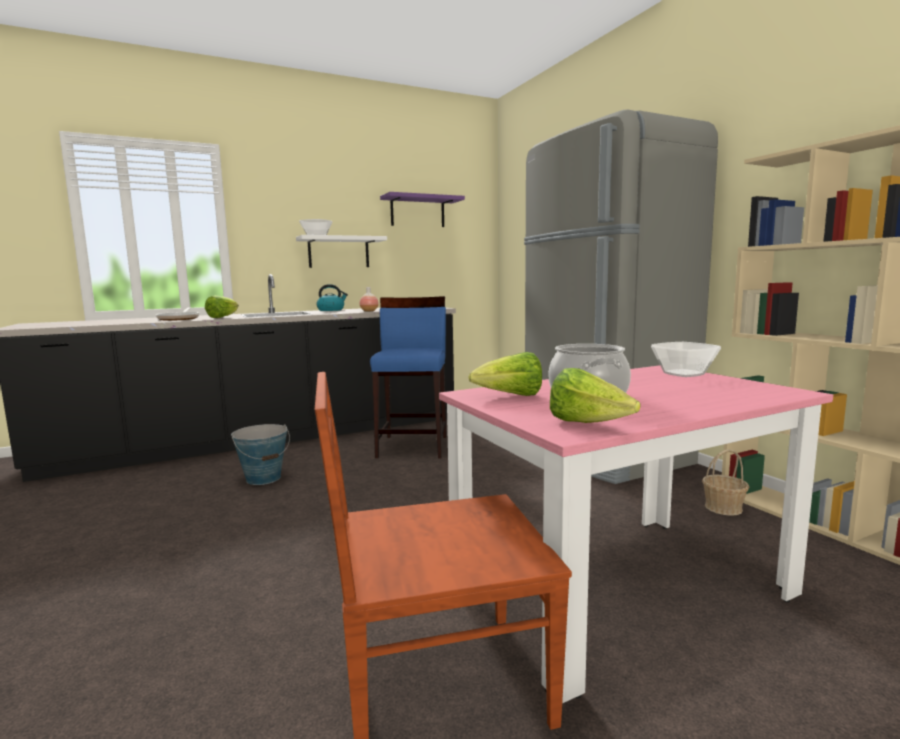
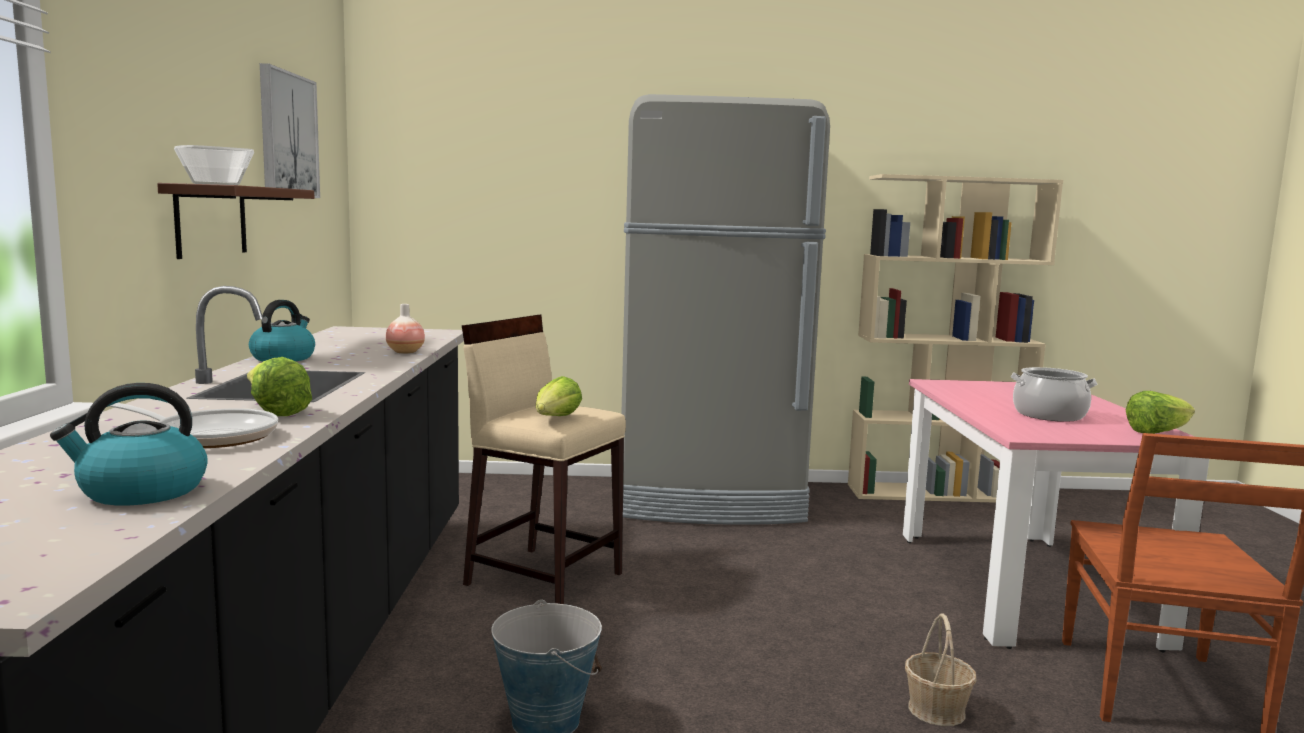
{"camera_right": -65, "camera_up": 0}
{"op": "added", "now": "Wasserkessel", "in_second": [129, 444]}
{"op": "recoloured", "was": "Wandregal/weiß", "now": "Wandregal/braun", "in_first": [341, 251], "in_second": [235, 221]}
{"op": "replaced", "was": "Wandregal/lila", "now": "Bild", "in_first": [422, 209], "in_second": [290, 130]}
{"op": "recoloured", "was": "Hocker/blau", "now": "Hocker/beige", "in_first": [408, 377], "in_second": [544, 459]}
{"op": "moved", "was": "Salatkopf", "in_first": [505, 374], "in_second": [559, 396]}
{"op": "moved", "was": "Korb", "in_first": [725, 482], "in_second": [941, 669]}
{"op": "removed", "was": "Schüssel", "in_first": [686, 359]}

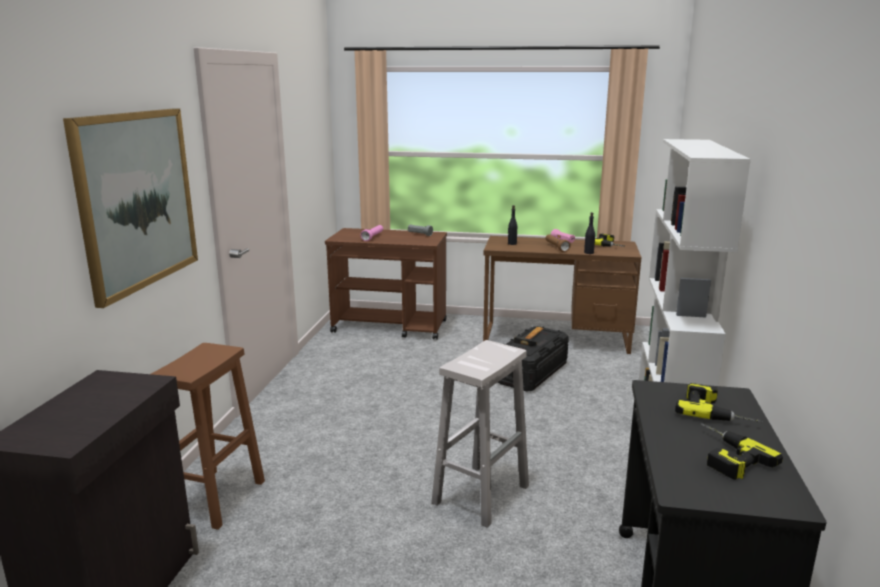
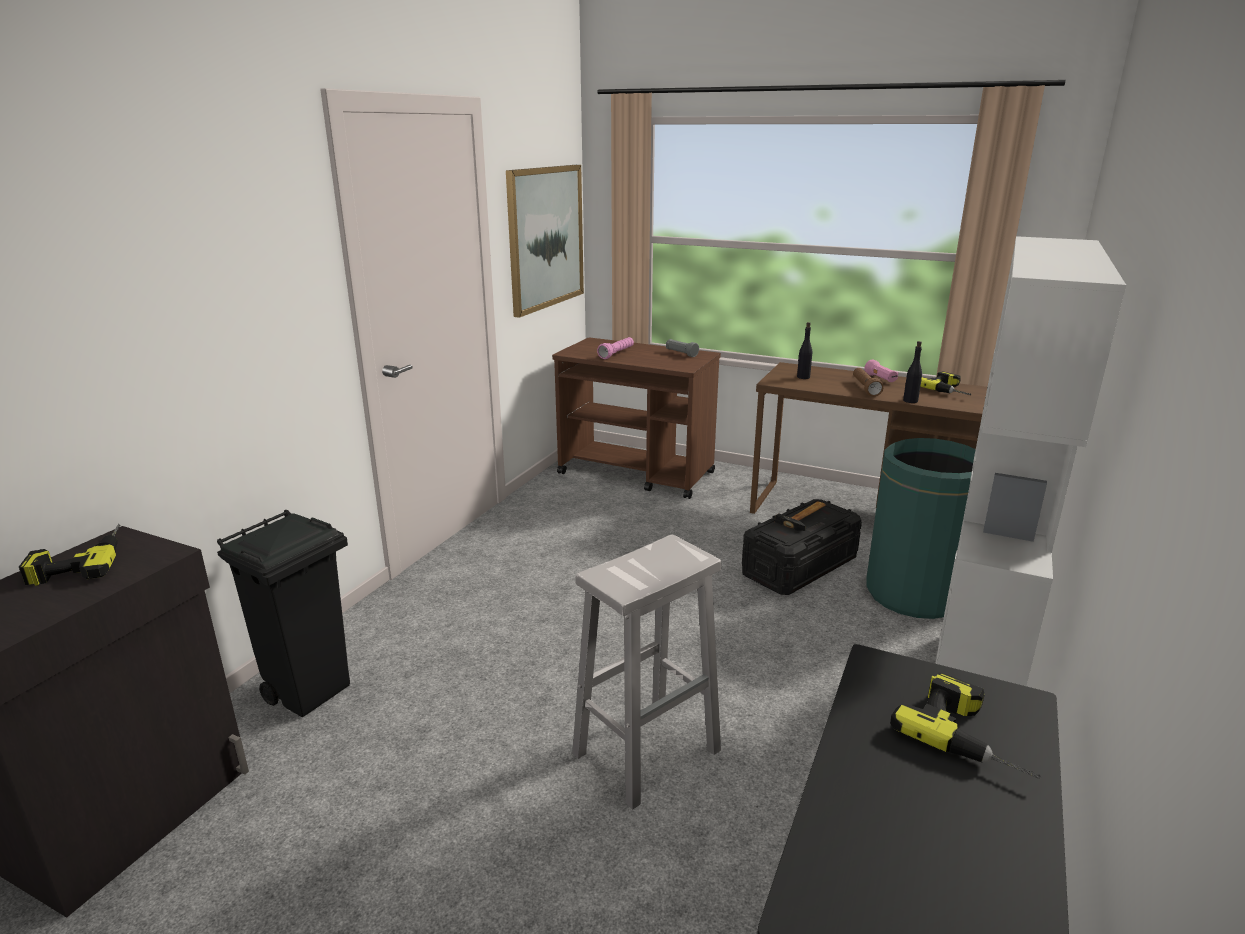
{"camera_right": 15, "camera_up": 5}
{"op": "moved", "was": "Bohrmaschine", "in_first": [742, 451], "in_second": [69, 555]}
{"op": "replaced", "was": "Hocker/braun", "now": "Mülleimer/schwarz", "in_first": [208, 436], "in_second": [283, 613]}
{"op": "moved", "was": "Bild", "in_first": [130, 208], "in_second": [545, 241]}
{"op": "added", "now": "Mülleimer/grün", "in_second": [921, 528]}

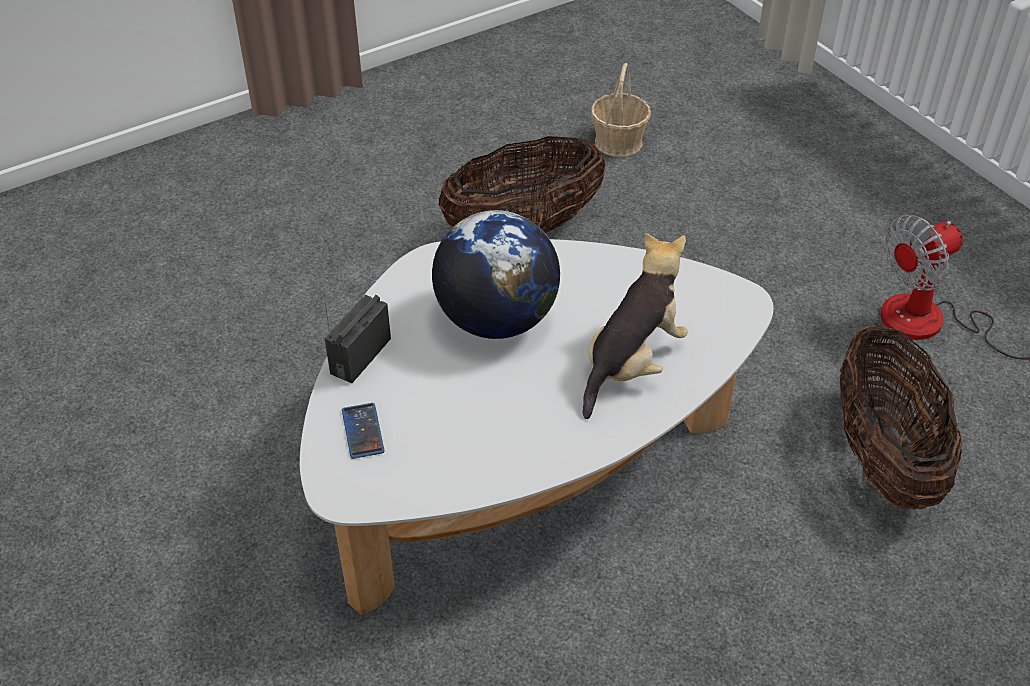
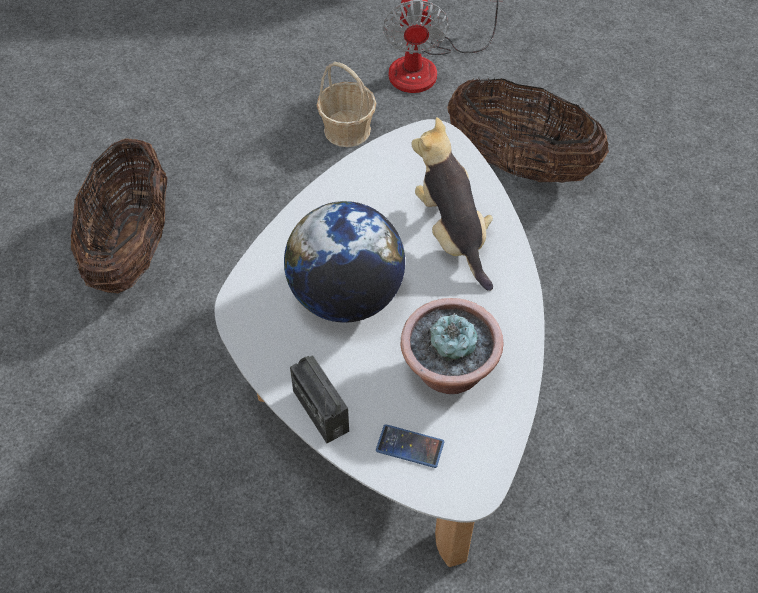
{"camera_right": -60, "camera_up": 10}
{"op": "moved", "was": "Korb", "in_first": [621, 110], "in_second": [346, 104]}
{"op": "added", "now": "Topfpflanze", "in_second": [452, 346]}

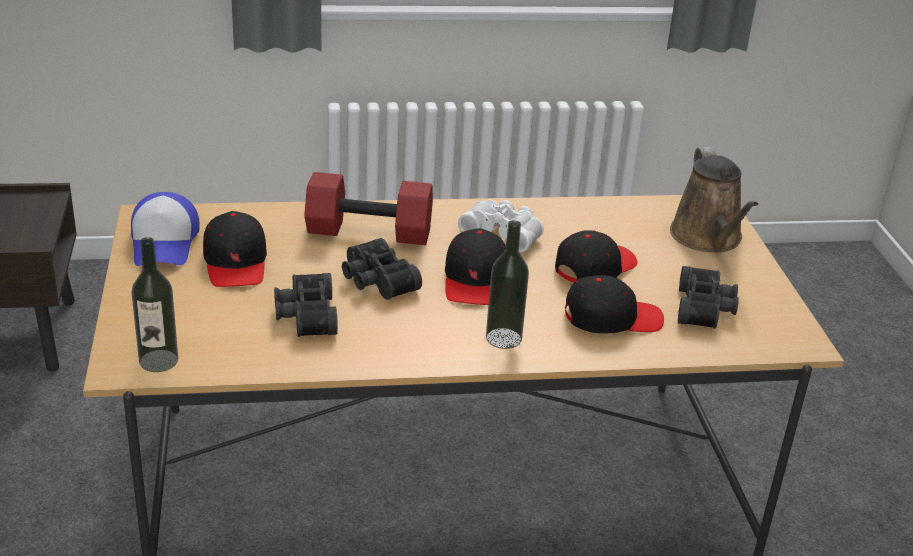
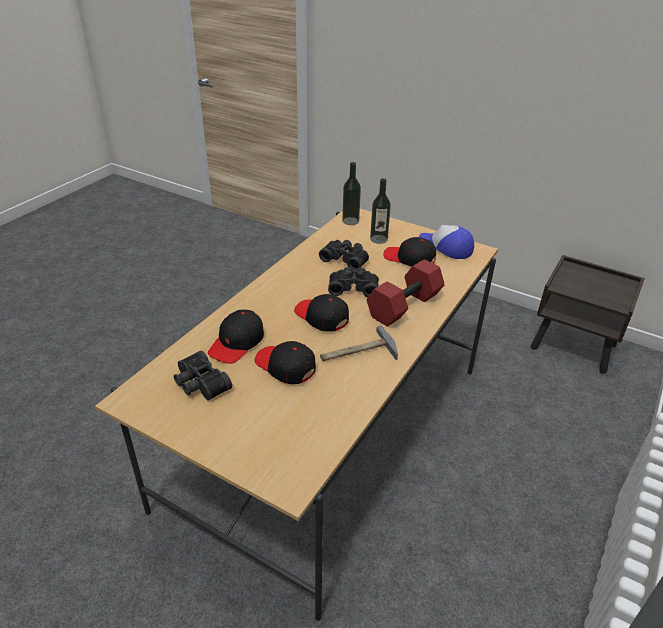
{"camera_right": 130, "camera_up": 5}
{"op": "turned", "was": "Kappe/schwarz", "in_first": [596, 256], "in_second": [285, 362], "clockwise": 135}
{"op": "replaced", "was": "Fernglas/weiß", "now": "Hammer", "in_first": [501, 226], "in_second": [359, 343]}
{"op": "moved", "was": "Flasche", "in_first": [507, 284], "in_second": [380, 211]}
{"op": "removed", "was": "Gießkanne/braun", "in_first": [714, 199]}

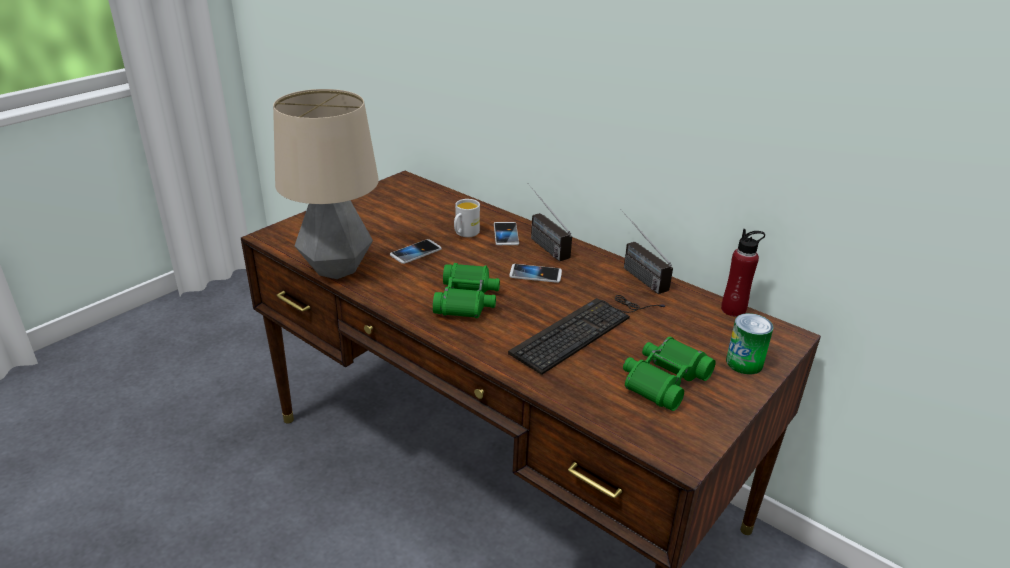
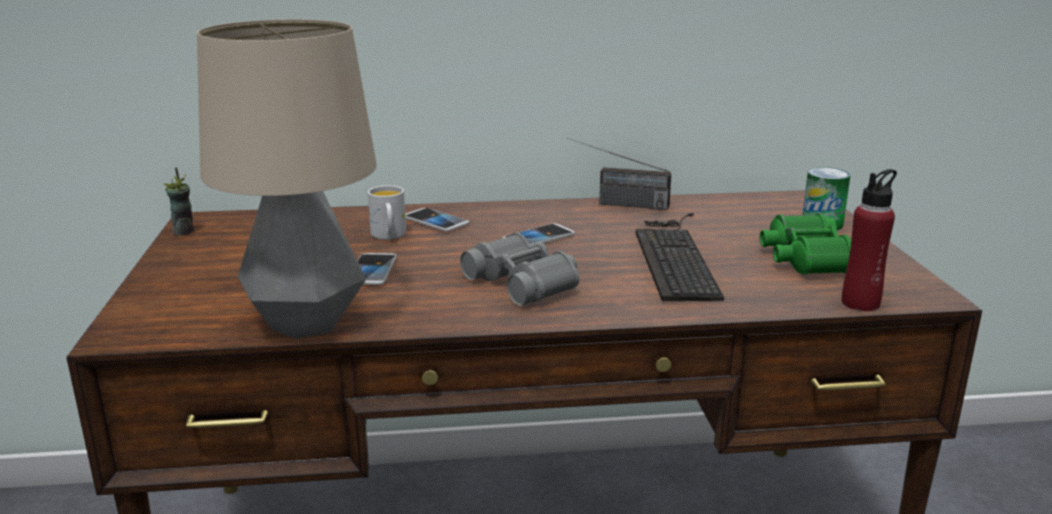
{"camera_right": -45, "camera_up": -10}
{"op": "added", "now": "Tasse", "in_second": [179, 201]}
{"op": "recoloured", "was": "Fernglas/grün", "now": "Fernglas/grau", "in_first": [466, 290], "in_second": [519, 269]}
{"op": "moved", "was": "Flasche/rot", "in_first": [743, 273], "in_second": [869, 240]}
{"op": "removed", "was": "Radio", "in_first": [549, 222]}

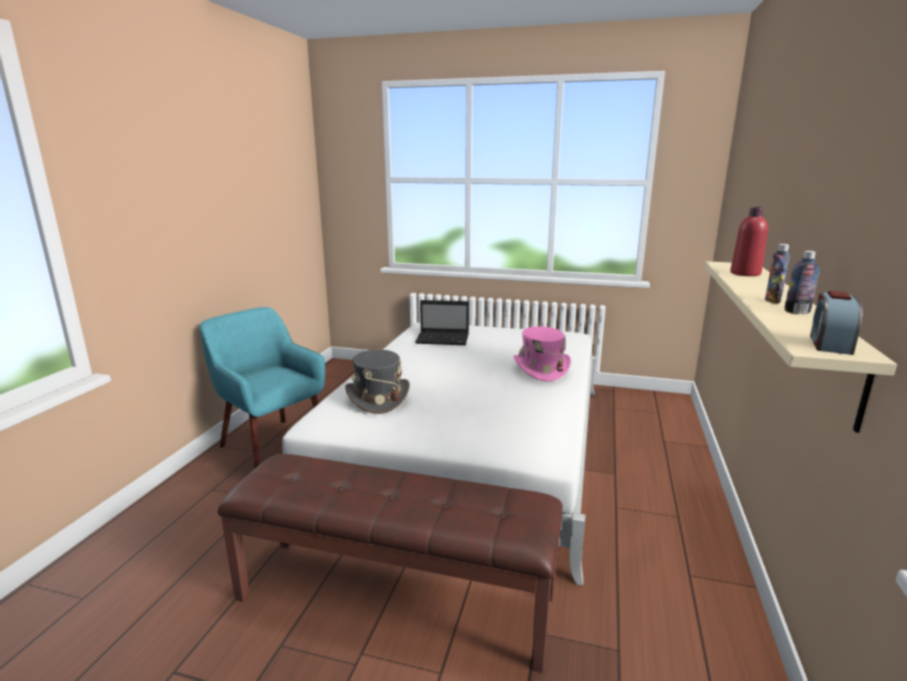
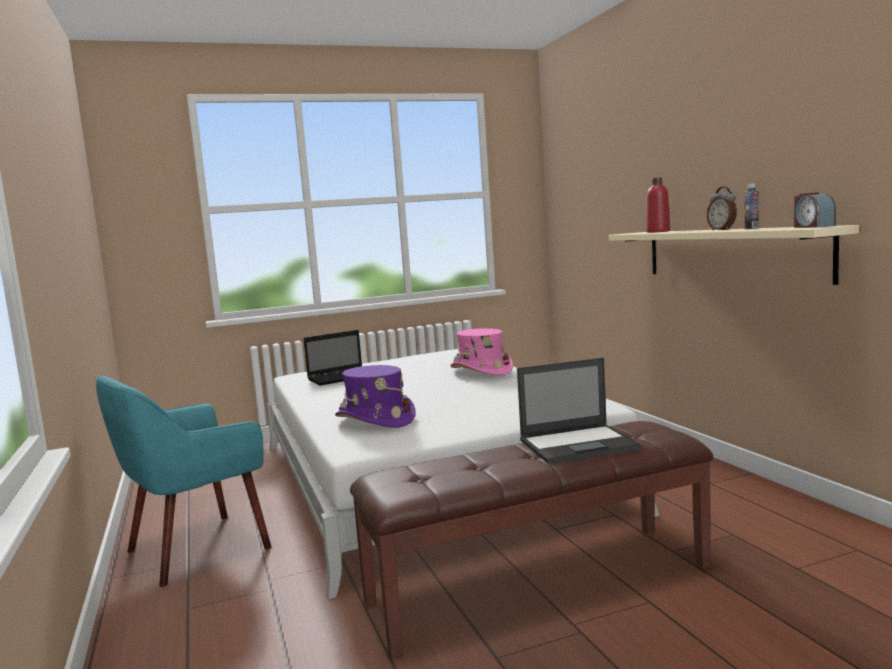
{"camera_right": -35, "camera_up": -10}
{"op": "turned", "was": "Sessel/türkis", "in_first": [262, 387], "in_second": [183, 481], "clockwise": -45}
{"op": "recoloured", "was": "Hut/grau", "now": "Hut/lila", "in_first": [377, 381], "in_second": [375, 396]}
{"op": "added", "now": "Laptop", "in_second": [579, 410]}
{"op": "replaced", "was": "Flasche", "now": "Wecker", "in_first": [777, 273], "in_second": [722, 208]}

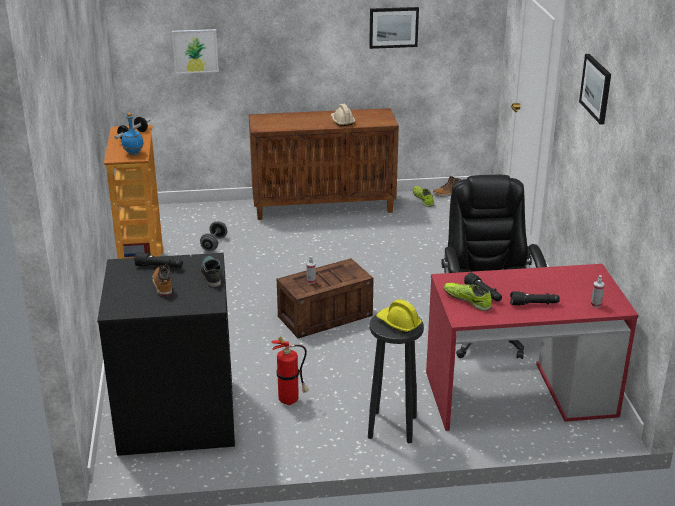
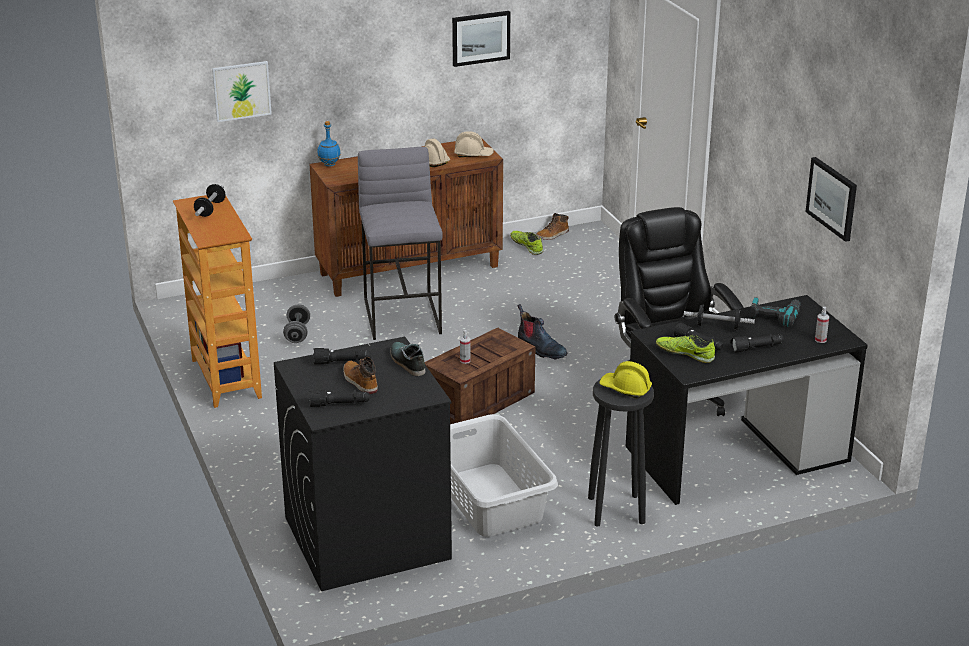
{"camera_right": -15, "camera_up": 0}
{"op": "added", "now": "Taschenlampe/schwarz", "in_second": [339, 398]}
{"op": "moved", "was": "Flasche/blau", "in_first": [133, 134], "in_second": [329, 144]}
{"op": "added", "now": "Hocker/grau", "in_second": [400, 243]}
{"op": "replaced", "was": "Feuerlöscher", "now": "Wäschekorb/grau", "in_first": [290, 371], "in_second": [504, 475]}
{"op": "added", "now": "Schutzhelm/beige", "in_second": [474, 144]}
{"op": "added", "now": "Stiefel", "in_second": [542, 331]}
{"op": "recoloured", "was": "Schreibtisch/rot", "now": "Schreibtisch/schwarz", "in_first": [532, 347], "in_second": [746, 400]}
{"op": "added", "now": "Hantel", "in_second": [719, 317]}
{"op": "added", "now": "Bohrmaschine", "in_second": [775, 312]}
{"op": "moved", "was": "Bild", "in_first": [595, 89], "in_second": [831, 199]}

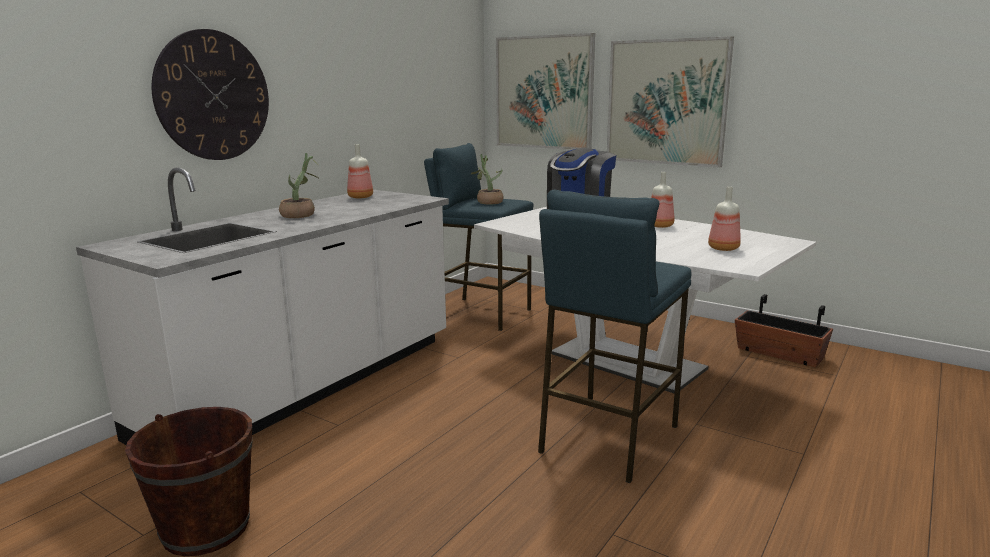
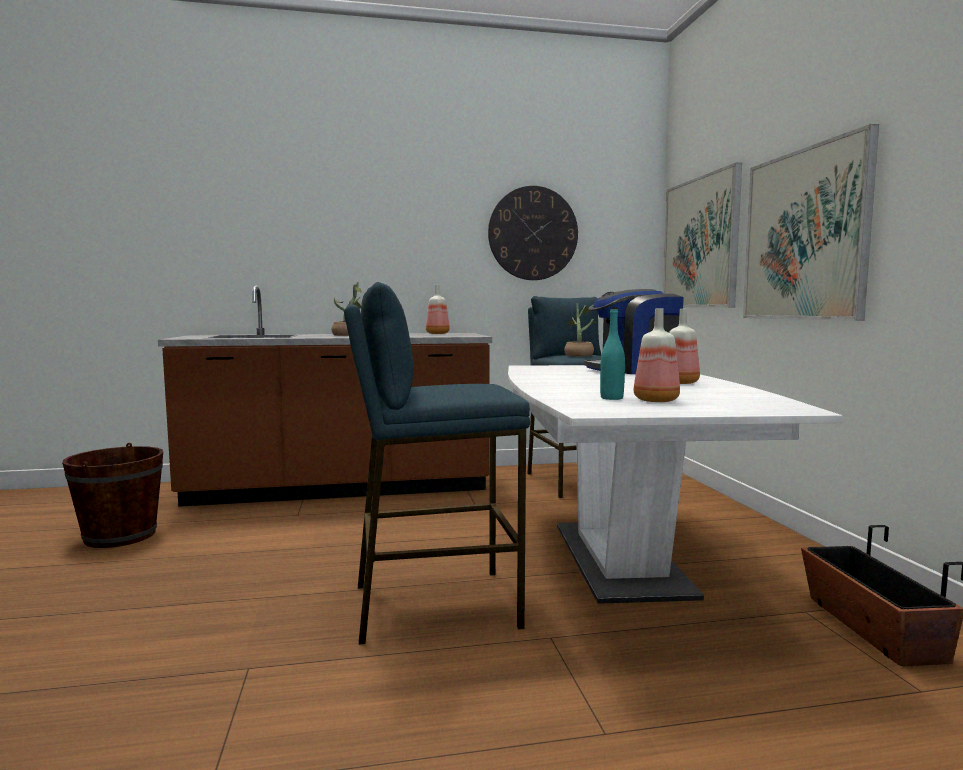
{"camera_right": 45, "camera_up": -10}
{"op": "recoloured", "was": "Küchenzeile/weiß", "now": "Küchenzeile/braun", "in_first": [262, 306], "in_second": [325, 396]}
{"op": "moved", "was": "Wanduhr", "in_first": [210, 94], "in_second": [533, 233]}
{"op": "added", "now": "Flasche/türkis", "in_second": [612, 353]}

